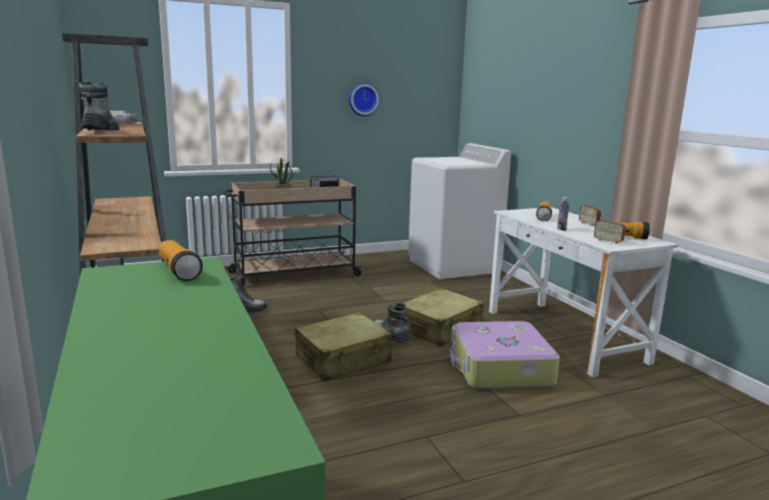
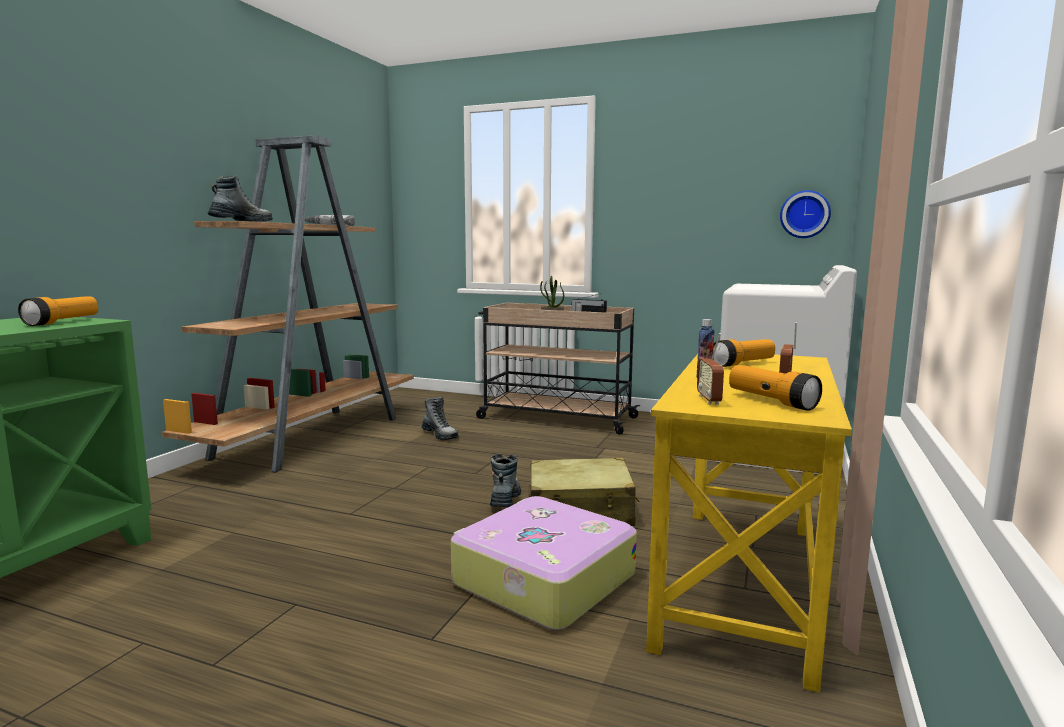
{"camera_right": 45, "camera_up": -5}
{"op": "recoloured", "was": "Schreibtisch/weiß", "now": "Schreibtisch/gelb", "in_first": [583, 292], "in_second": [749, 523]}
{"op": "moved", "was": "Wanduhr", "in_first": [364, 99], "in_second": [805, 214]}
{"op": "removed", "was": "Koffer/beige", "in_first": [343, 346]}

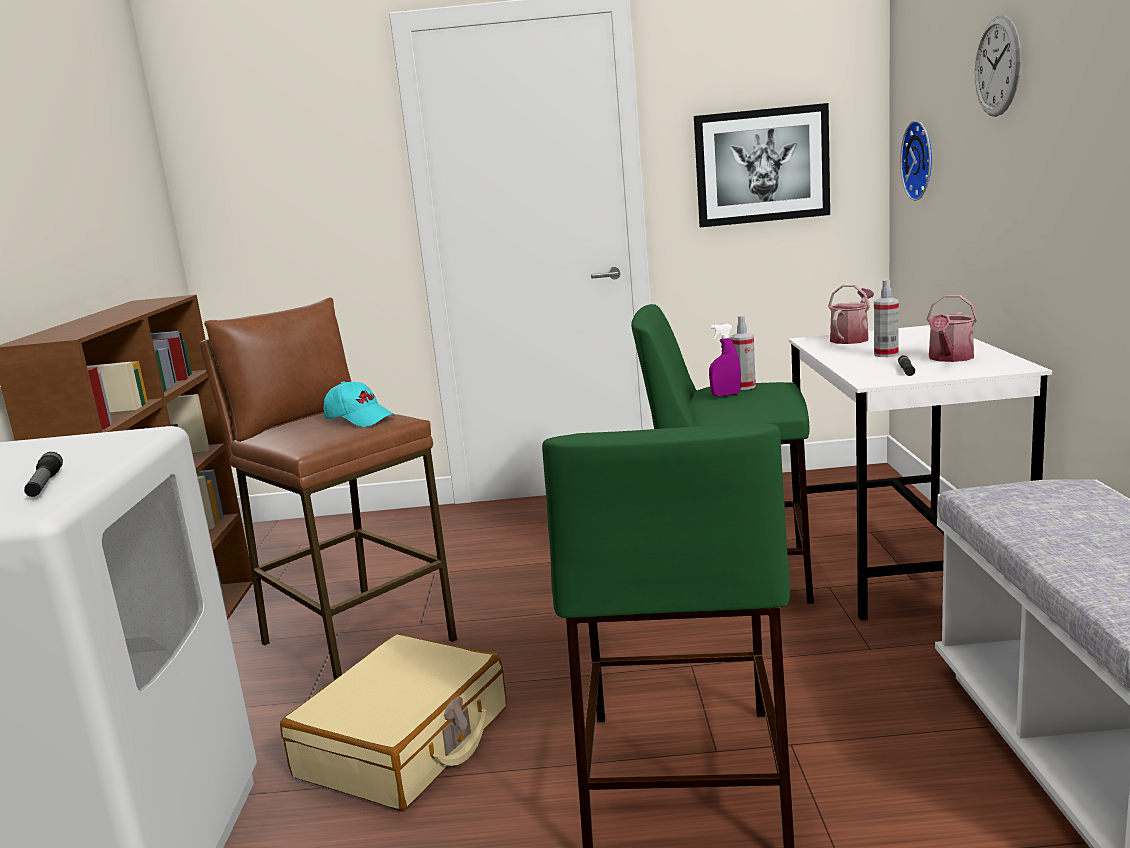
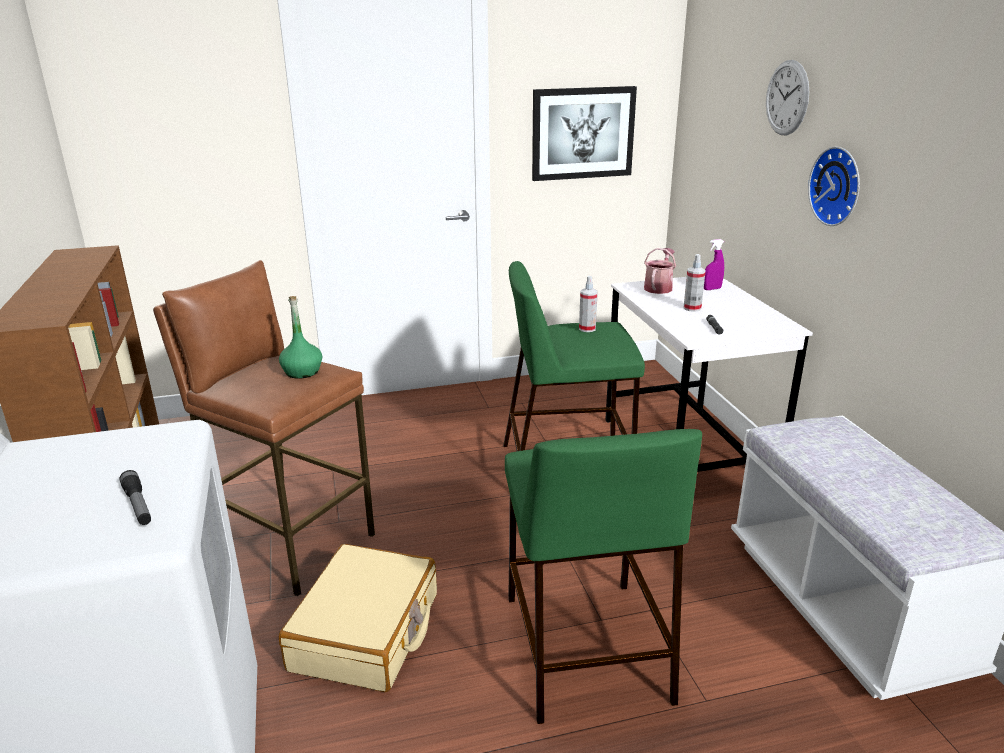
{"camera_right": -15, "camera_up": 10}
{"op": "replaced", "was": "Kappe/türkis", "now": "Flasche/grün", "in_first": [359, 404], "in_second": [300, 337]}
{"op": "moved", "was": "Sprühflasche/lila", "in_first": [725, 359], "in_second": [714, 264]}
{"op": "moved", "was": "Wanduhr", "in_first": [916, 160], "in_second": [834, 186]}
{"op": "removed", "was": "Gießkanne", "in_first": [952, 328]}

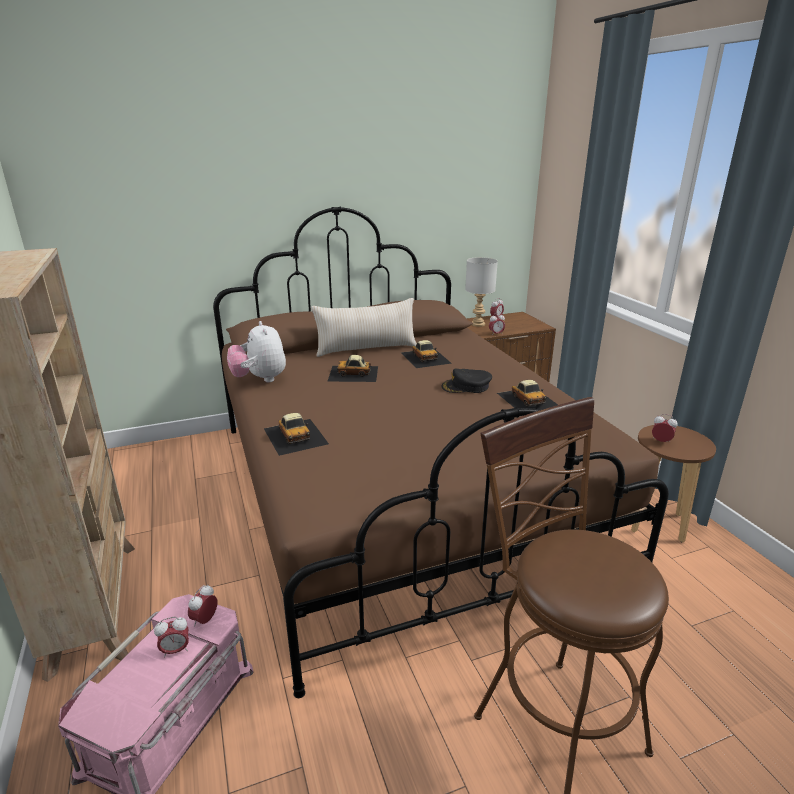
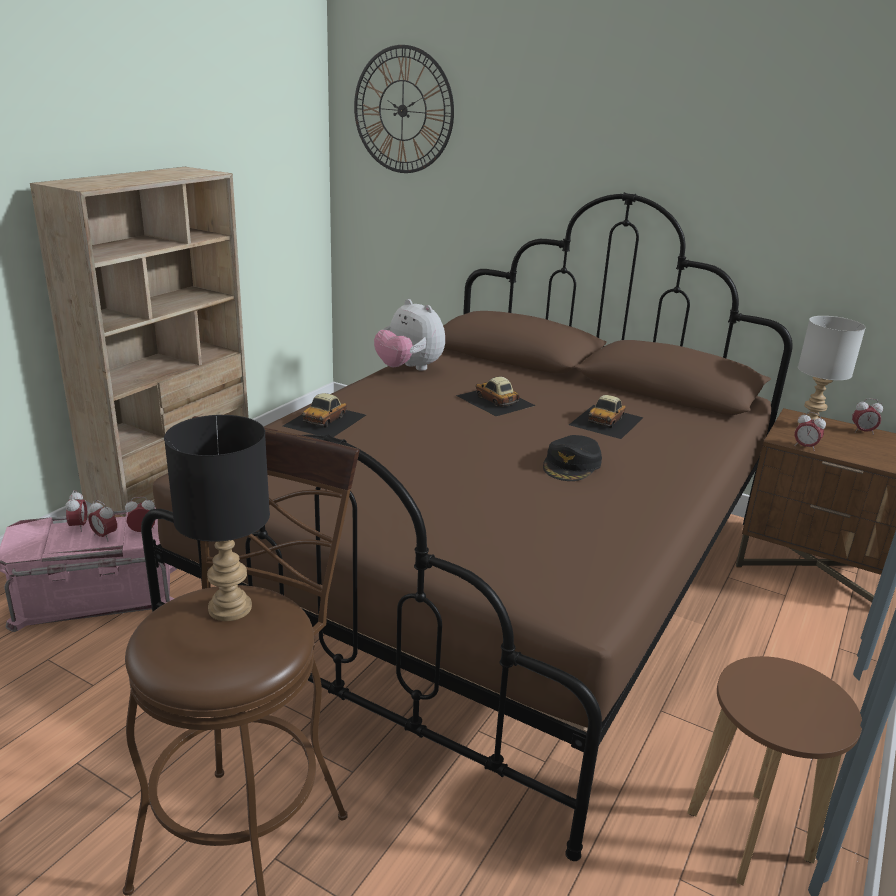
{"camera_right": 50, "camera_up": 0}
{"op": "moved", "was": "Wecker", "in_first": [665, 428], "in_second": [76, 511]}
{"op": "added", "now": "Tischlampe/schwarz", "in_second": [217, 518]}
{"op": "added", "now": "Wanduhr", "in_second": [404, 109]}
{"op": "turned", "was": "Plüschtier", "in_first": [256, 351], "in_second": [409, 335], "clockwise": -75}
{"op": "turned", "was": "Kappe/schwarz", "in_first": [466, 380], "in_second": [572, 458], "clockwise": -105}
{"op": "removed", "was": "Kissen/beige", "in_first": [364, 327]}
{"op": "removed", "was": "Spielzeugauto", "in_first": [527, 395]}

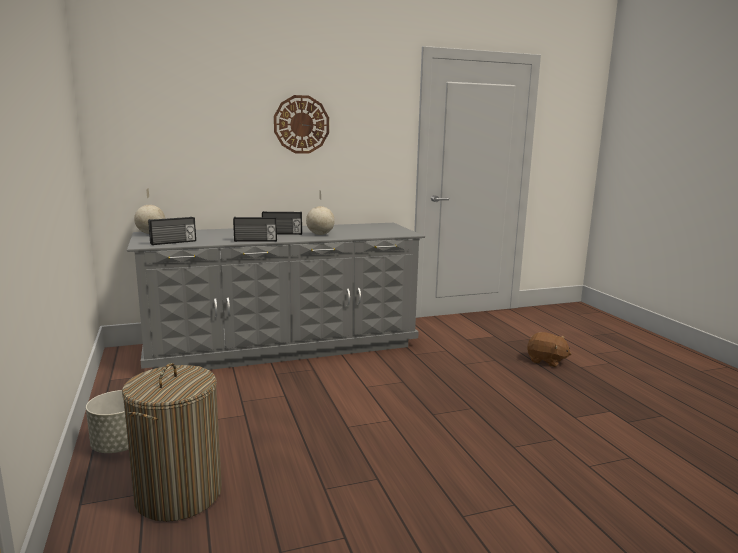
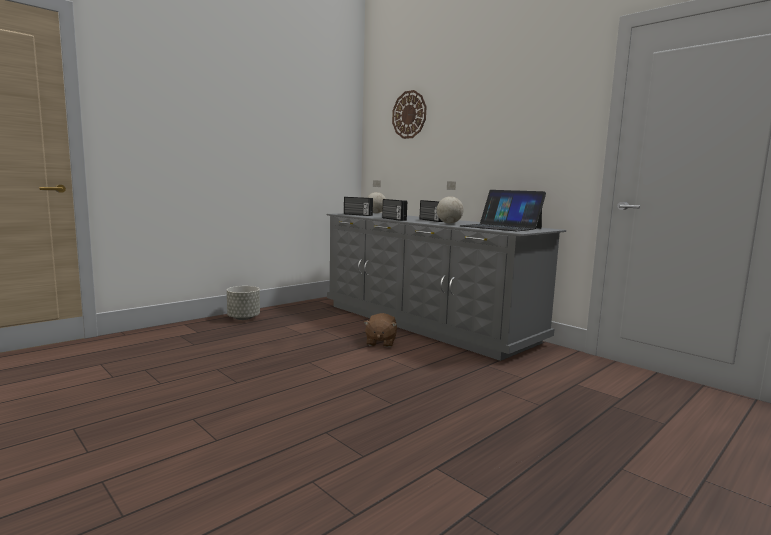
{"camera_right": 65, "camera_up": -5}
{"op": "moved", "was": "Plüschtier/braun", "in_first": [549, 349], "in_second": [380, 330]}
{"op": "moved", "was": "Wanduhr", "in_first": [301, 124], "in_second": [409, 114]}
{"op": "added", "now": "Laptop", "in_second": [503, 210]}
{"op": "removed", "was": "Wäschekorb", "in_first": [172, 442]}

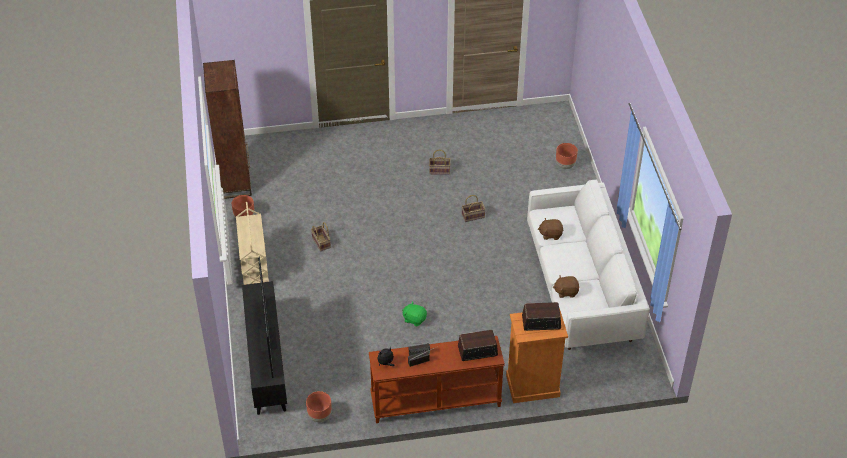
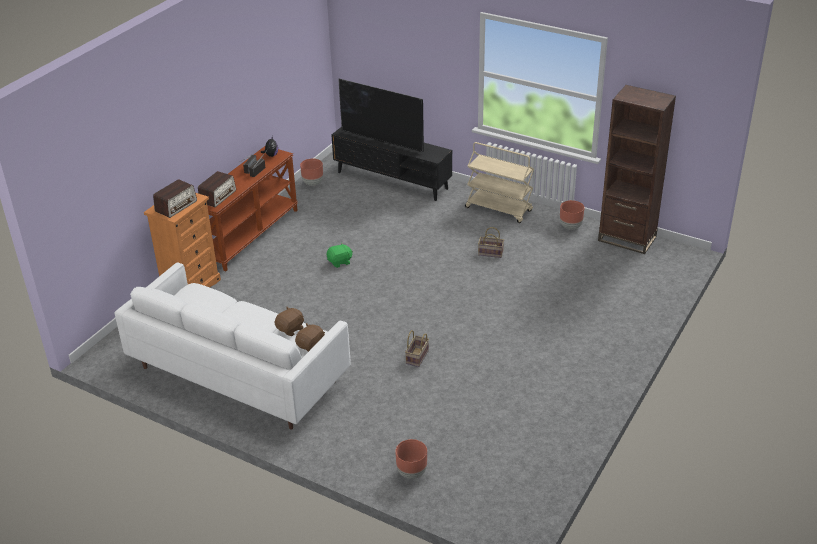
{"camera_right": 130, "camera_up": -10}
{"op": "moved", "was": "Plüschtier/braun", "in_first": [566, 286], "in_second": [310, 337]}
{"op": "removed", "was": "Korb", "in_first": [439, 162]}

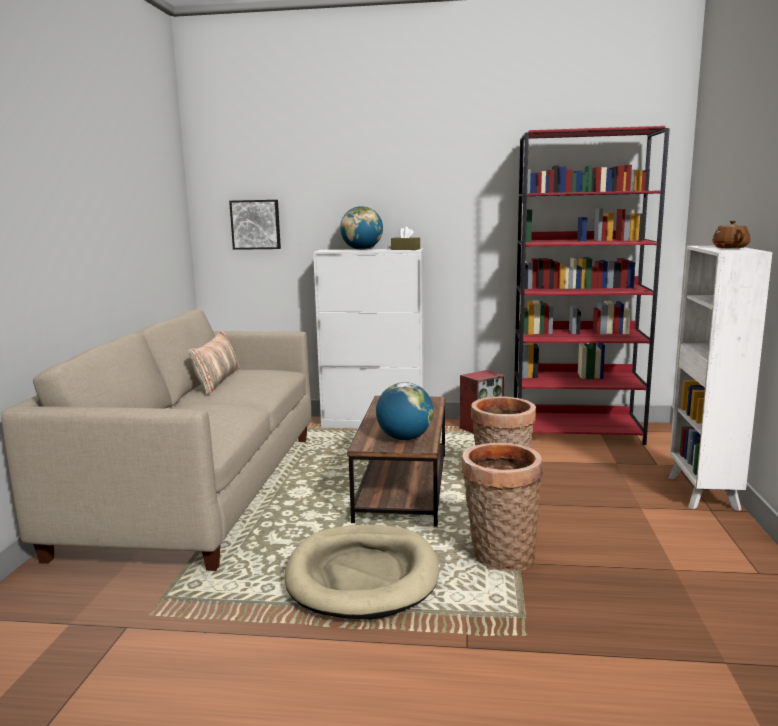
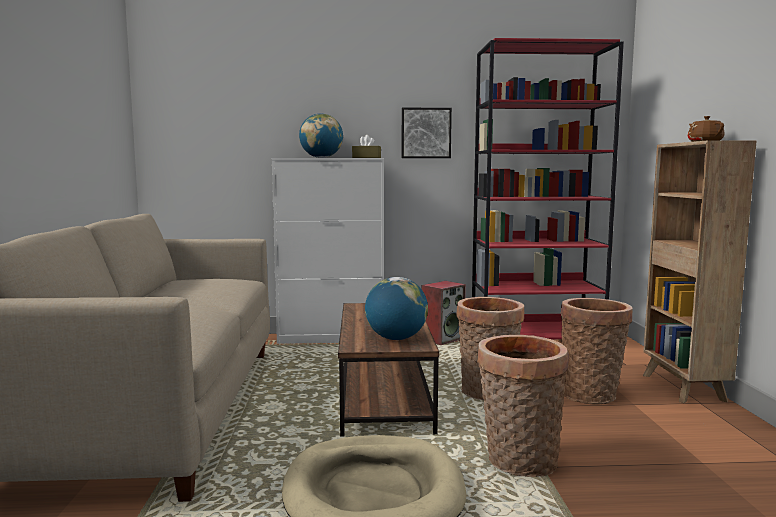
{"camera_right": -10, "camera_up": -5}
{"op": "moved", "was": "Bild", "in_first": [255, 225], "in_second": [427, 133]}
{"op": "added", "now": "Korb", "in_second": [597, 351]}
{"op": "recoloured", "was": "Bücherregal/weiß", "now": "Bücherregal/braun", "in_first": [719, 378], "in_second": [700, 271]}
{"op": "removed", "was": "Kissen", "in_first": [214, 362]}

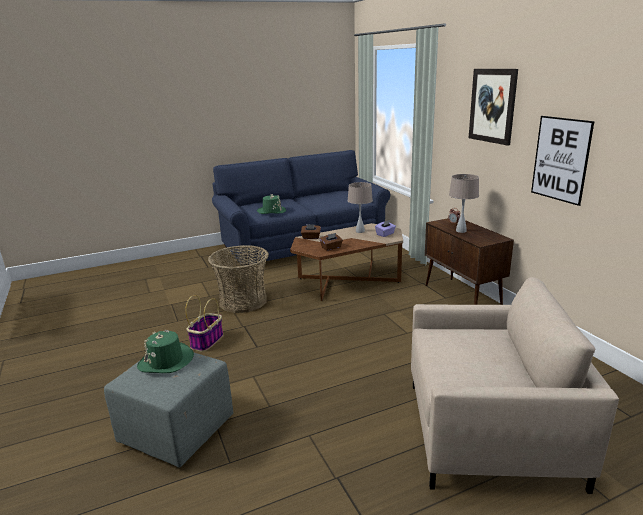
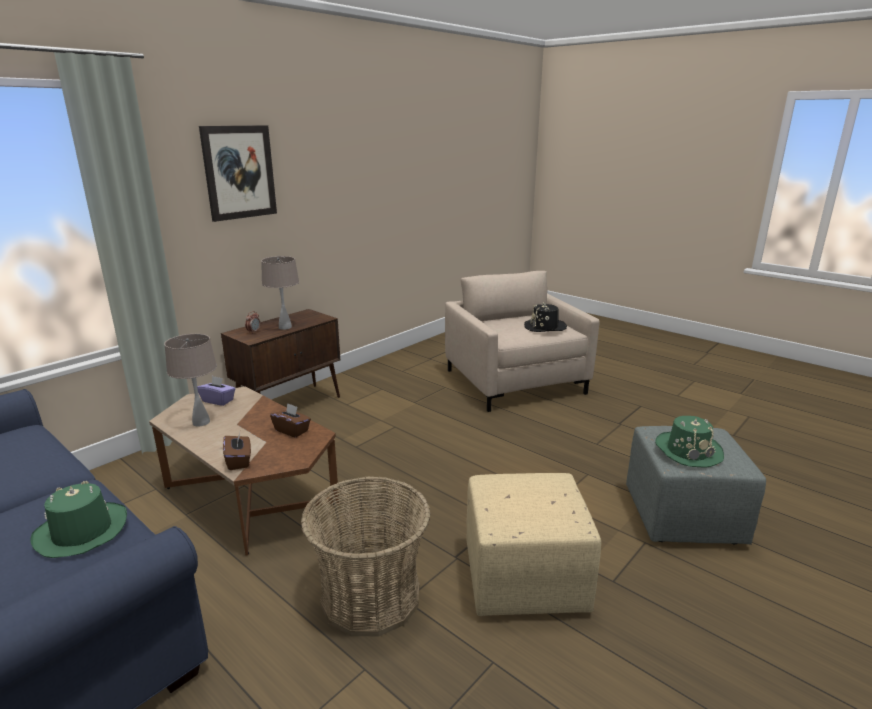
{"camera_right": -115, "camera_up": 0}
{"op": "replaced", "was": "Korb", "now": "Polsterhocker/beige", "in_first": [204, 323], "in_second": [533, 544]}
{"op": "added", "now": "Hut/schwarz", "in_second": [545, 317]}
{"op": "removed", "was": "Bild", "in_first": [562, 161]}

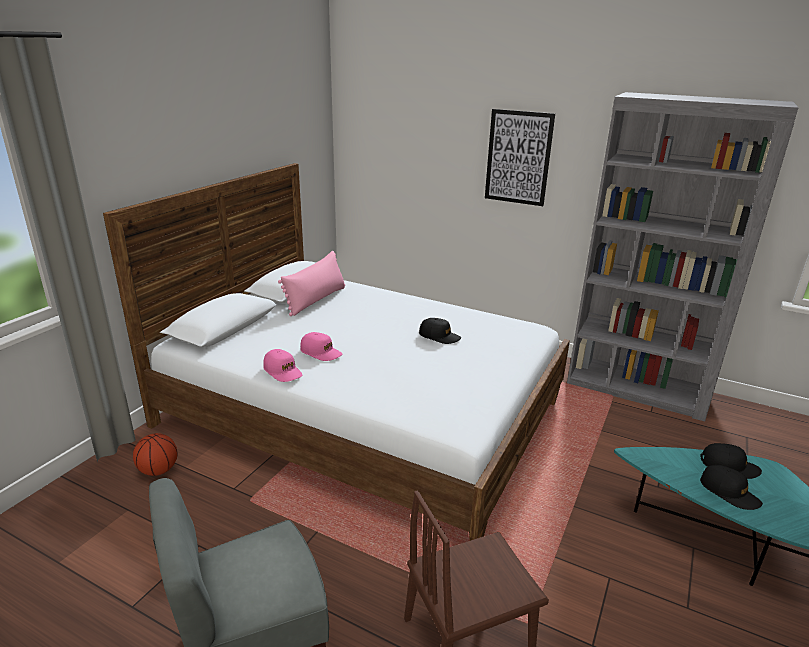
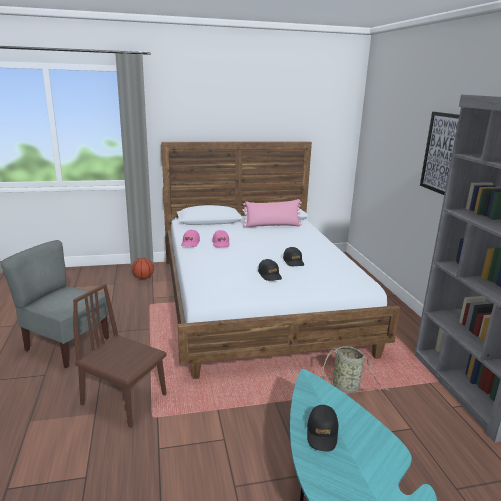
{"camera_right": 50, "camera_up": -5}
{"op": "moved", "was": "Kappe/schwarz", "in_first": [731, 461], "in_second": [270, 270]}
{"op": "added", "now": "Korb", "in_second": [355, 369]}

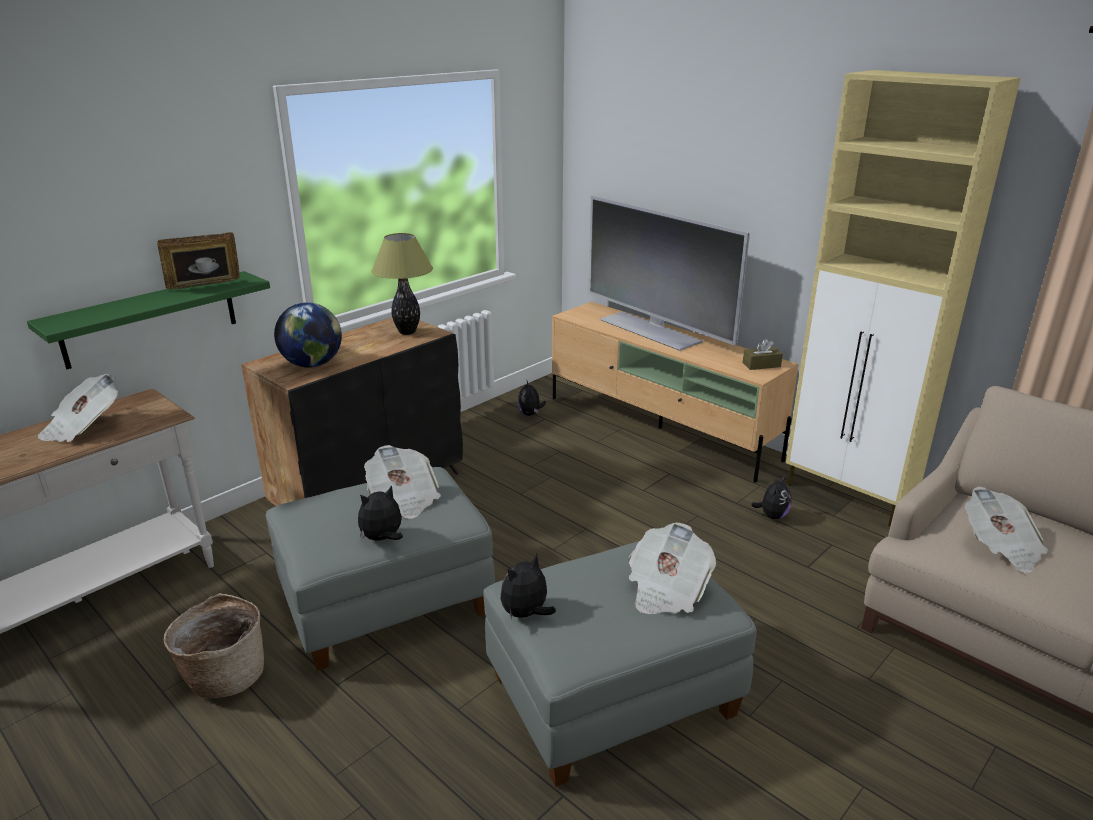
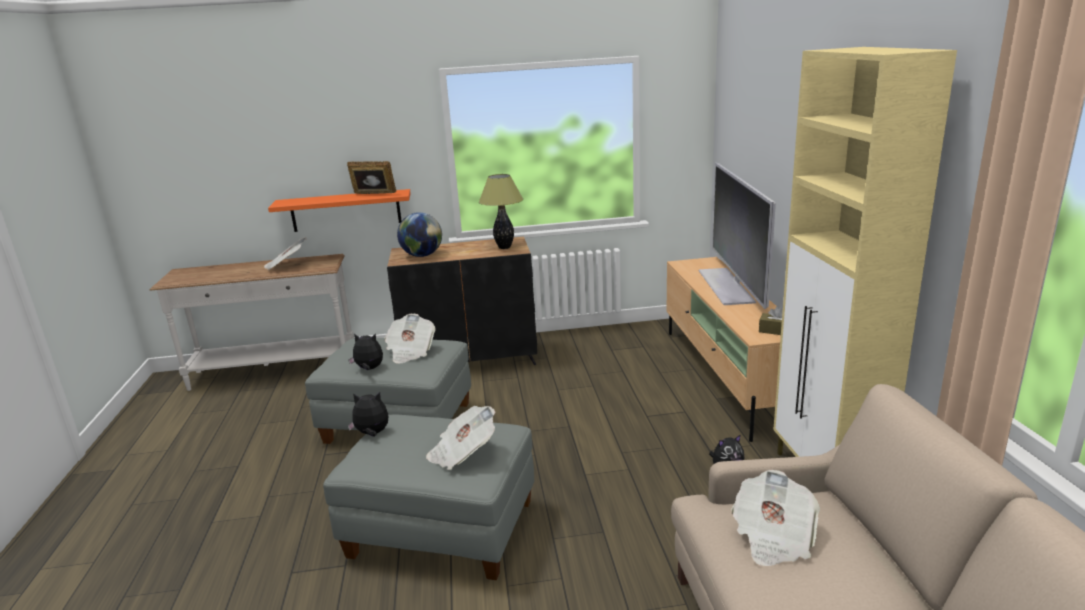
{"camera_right": 40, "camera_up": -5}
{"op": "recoloured", "was": "Wandregal/grün", "now": "Wandregal/orange", "in_first": [148, 320], "in_second": [339, 210]}
{"op": "removed", "was": "Korb", "in_first": [214, 645]}
{"op": "removed", "was": "Plüschtier", "in_first": [532, 398]}

